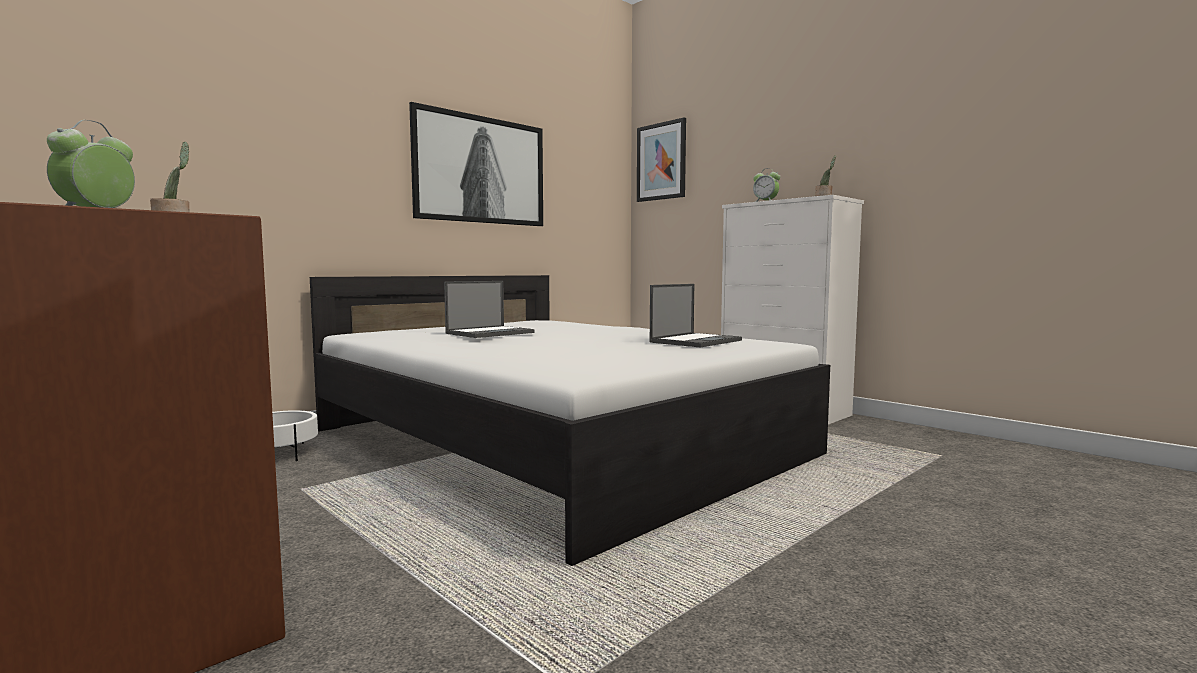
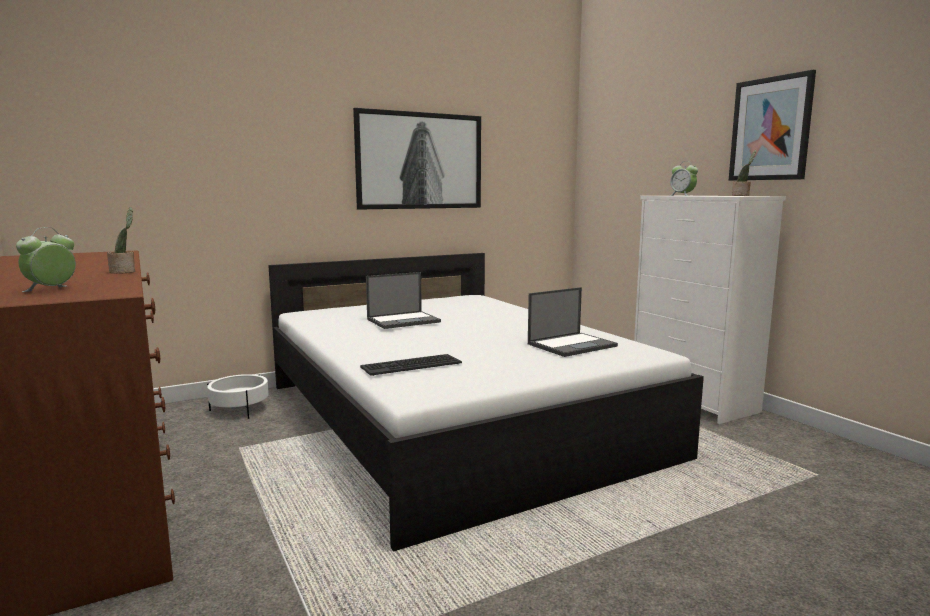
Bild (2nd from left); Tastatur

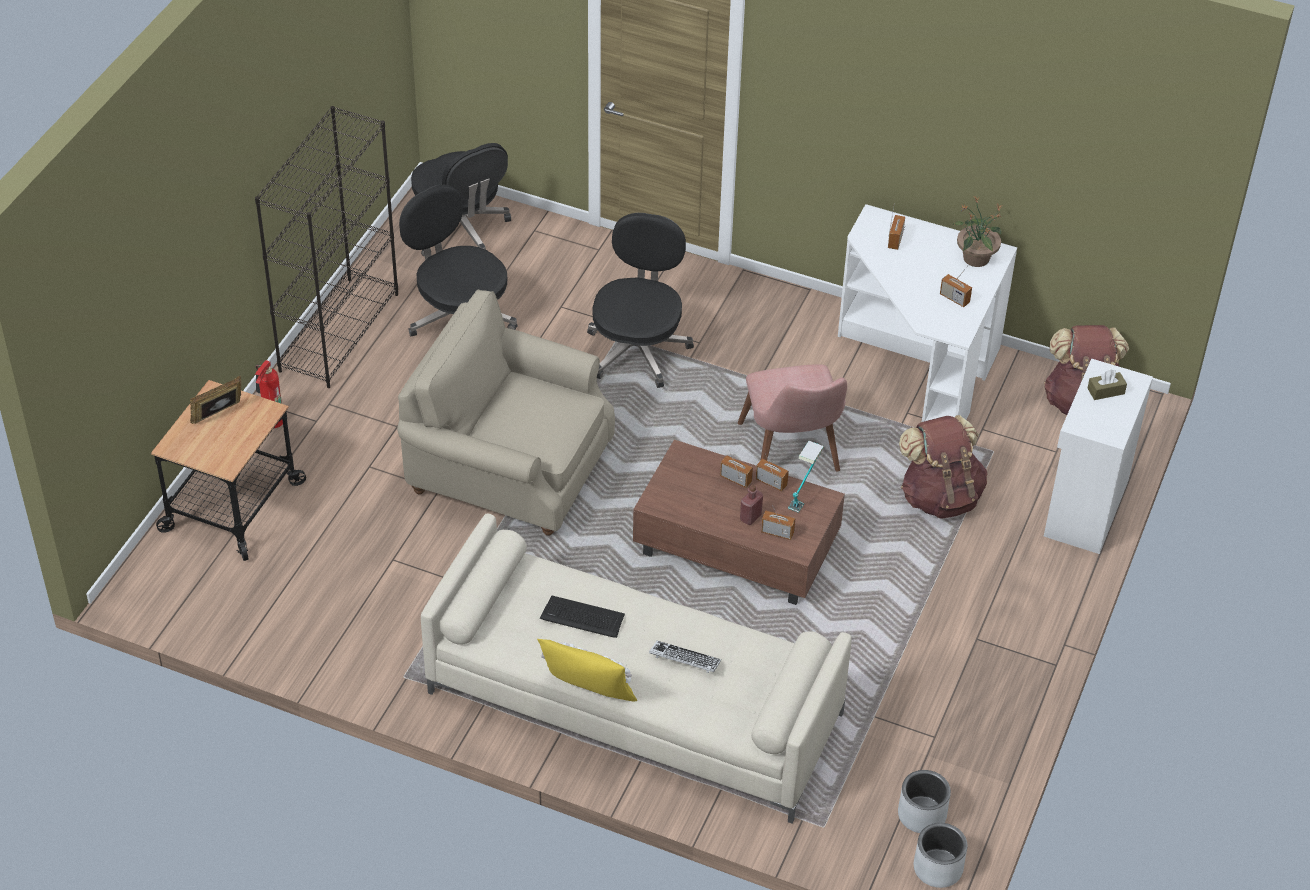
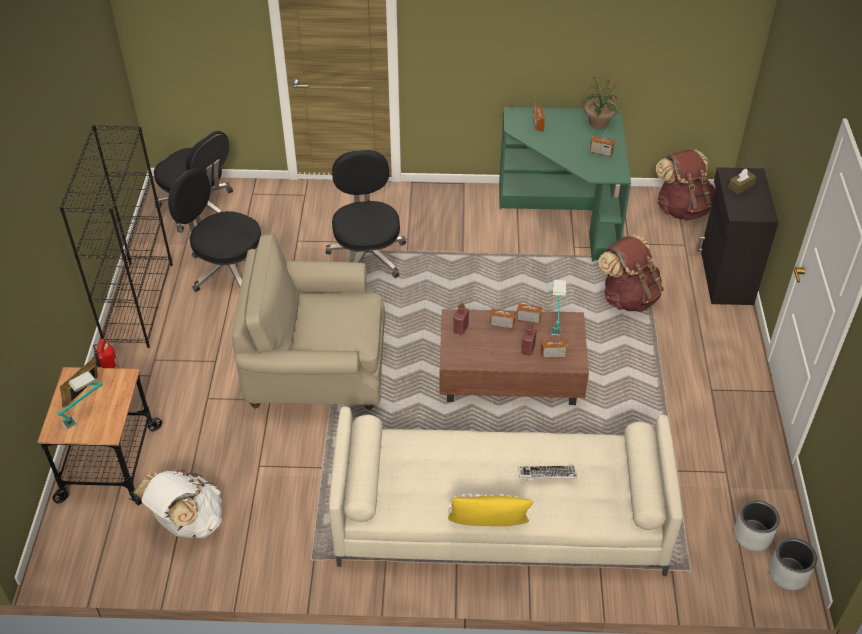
Schreibtisch/grün; Schrank/schwarz; Stuhl/rosa; Tastatur (1st from left in the first image); Flasche/rot (1st from left); Tischlampe (1st from left); Rucksack/weiß

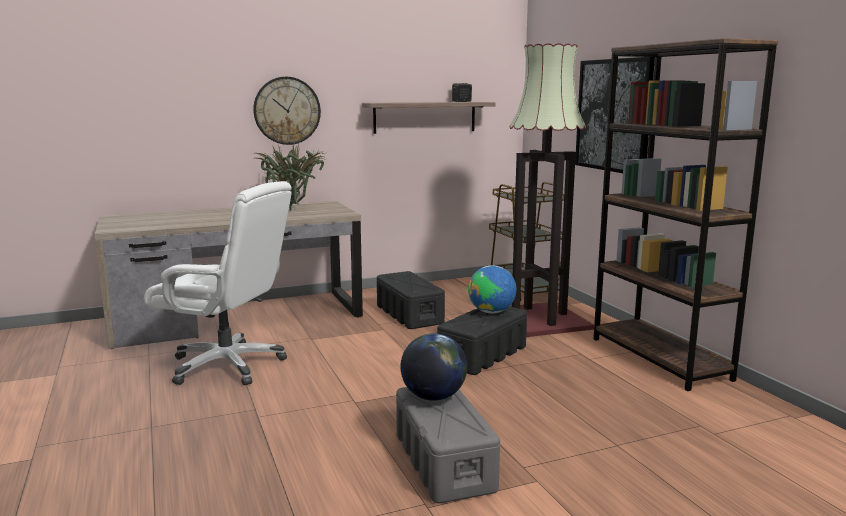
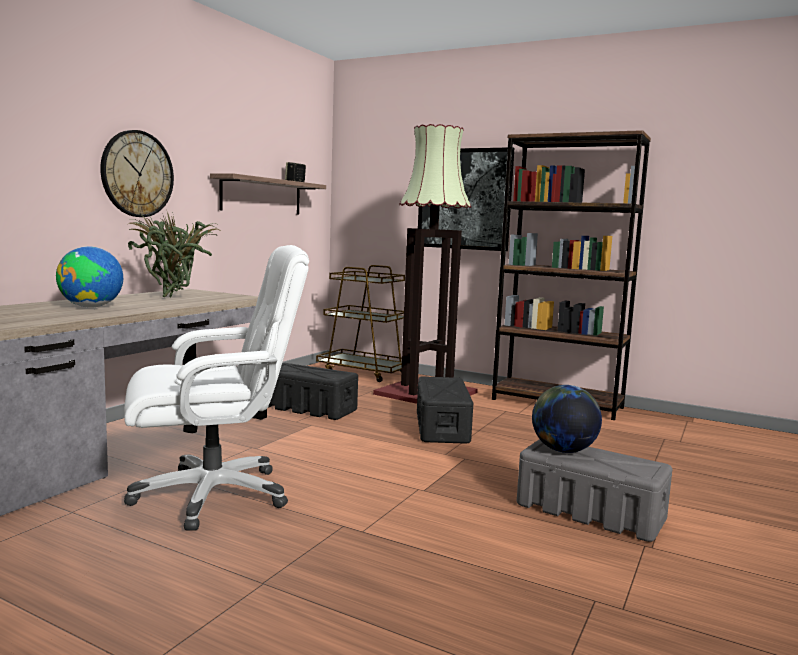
Globus (1st from left)

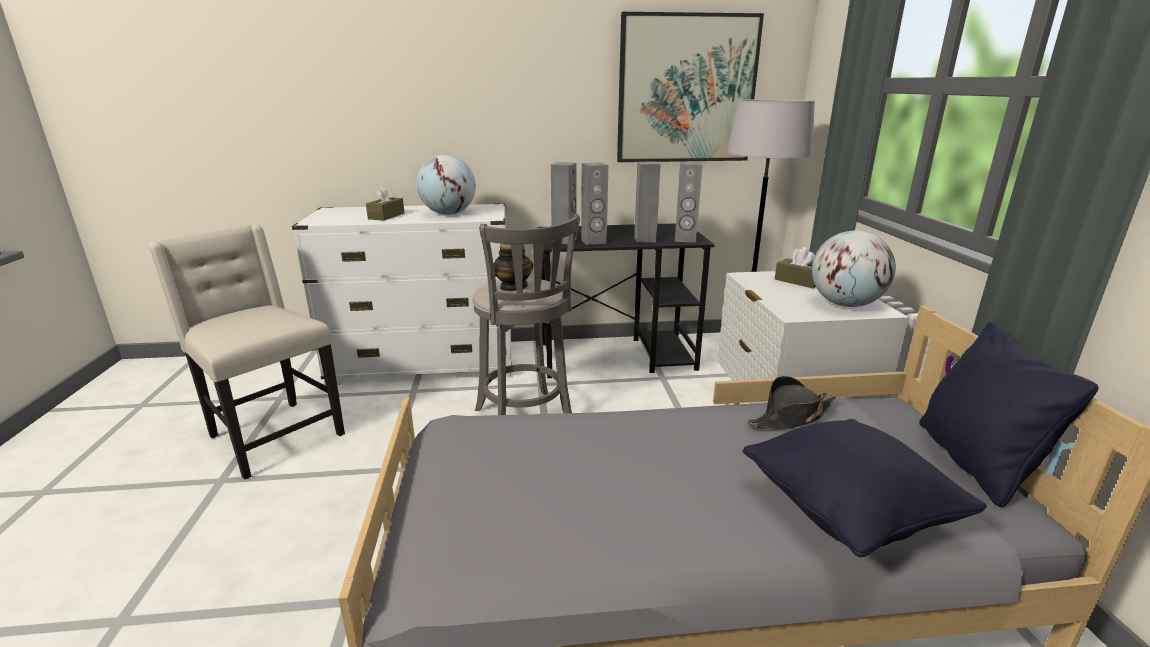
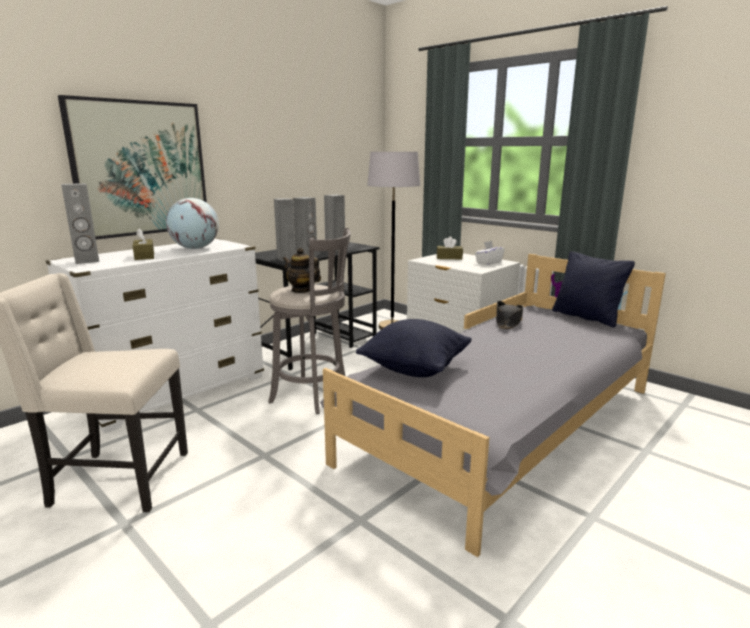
Bild; Lautsprecher/grau (1st from left); Taschentuchbox/weiß; Kissen/schwarz (1st from left)

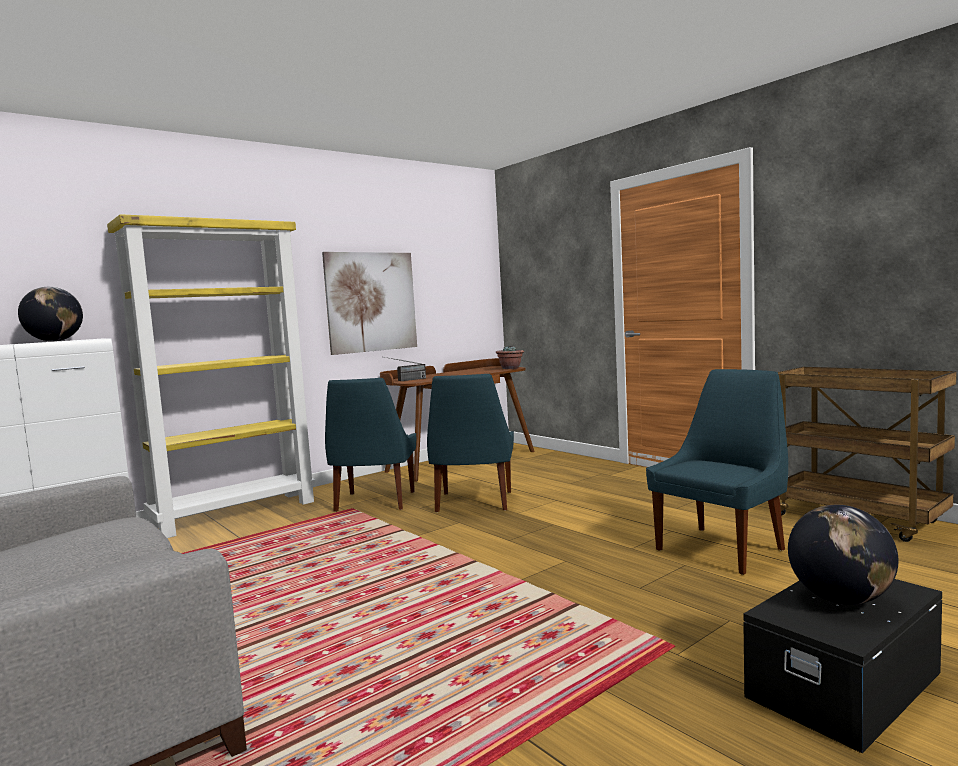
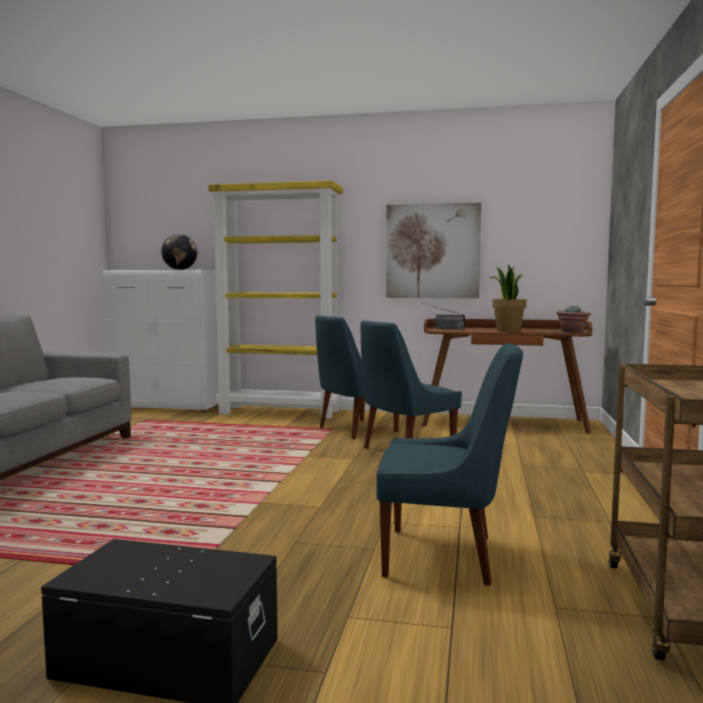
Globus (2nd from left in the first image); Topfpflanze (1st from left)

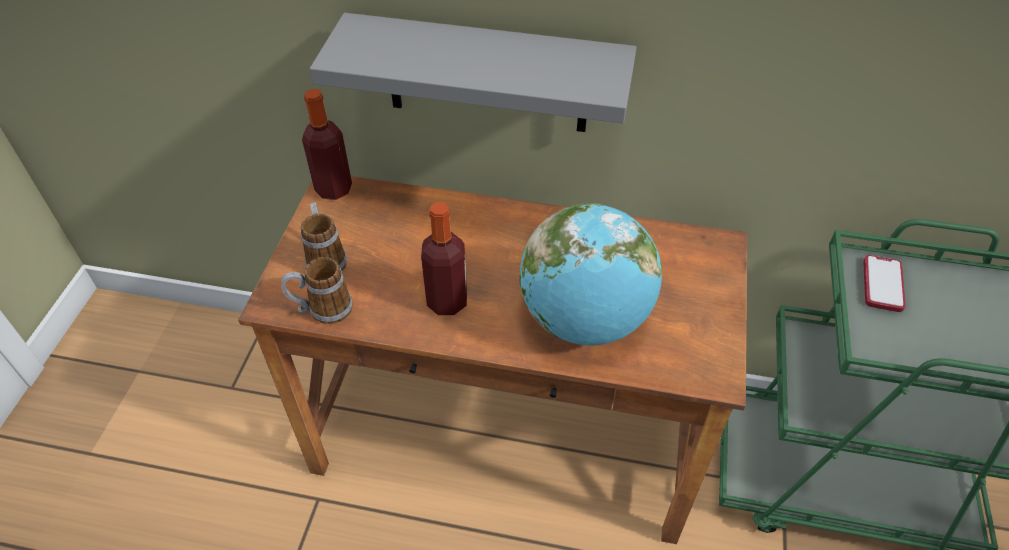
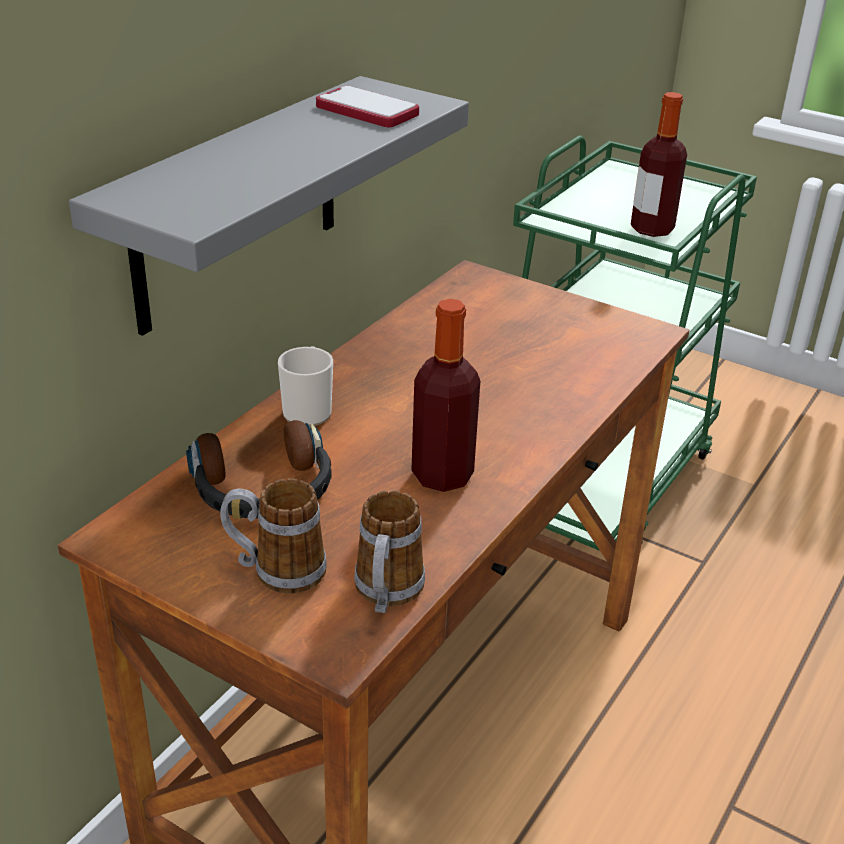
Flasche (2nd from left); Globus; Handy; Henkelbecher (2nd from left); Kopfhörer

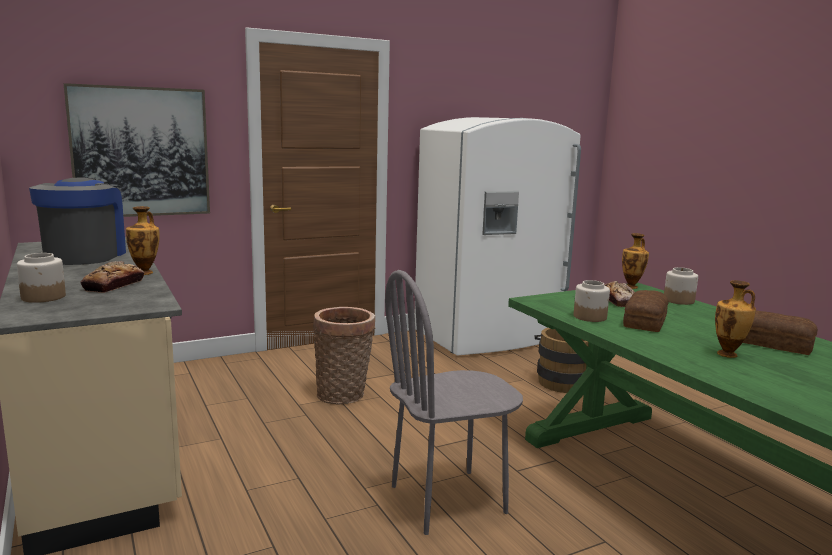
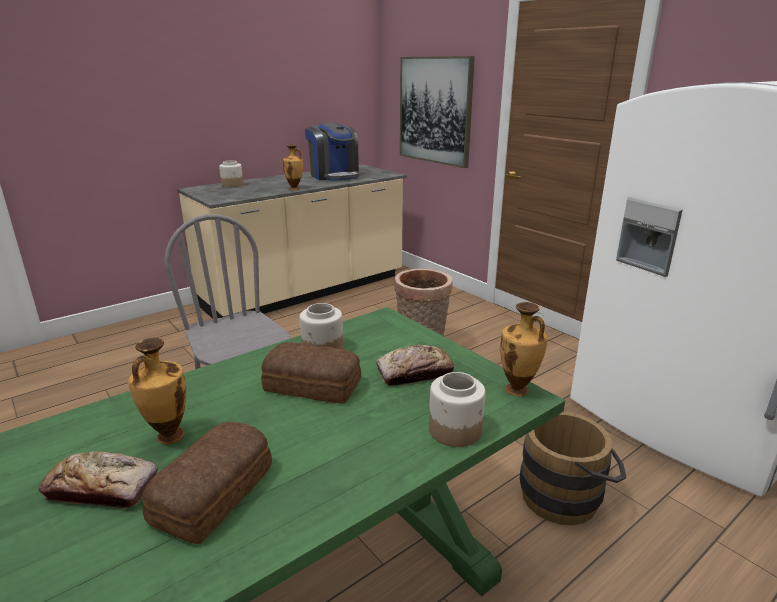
Kaffeemaschine; Brot (1st from left)

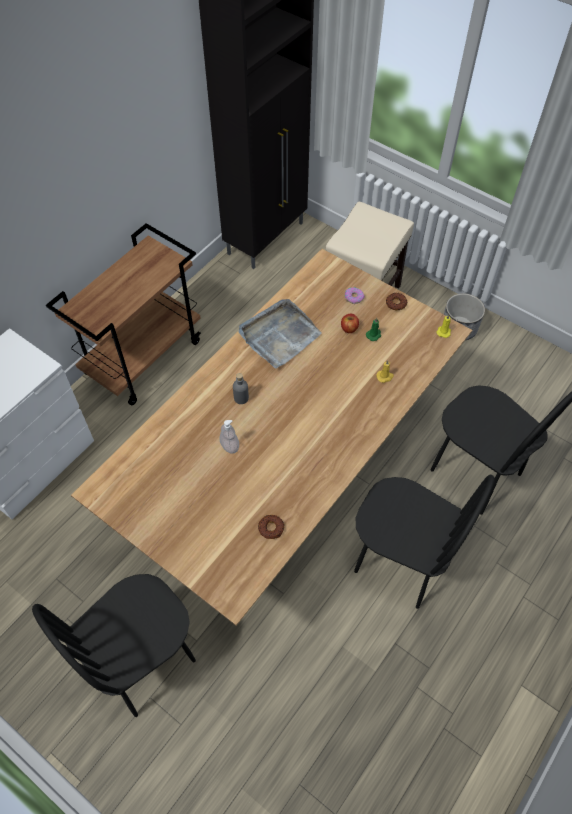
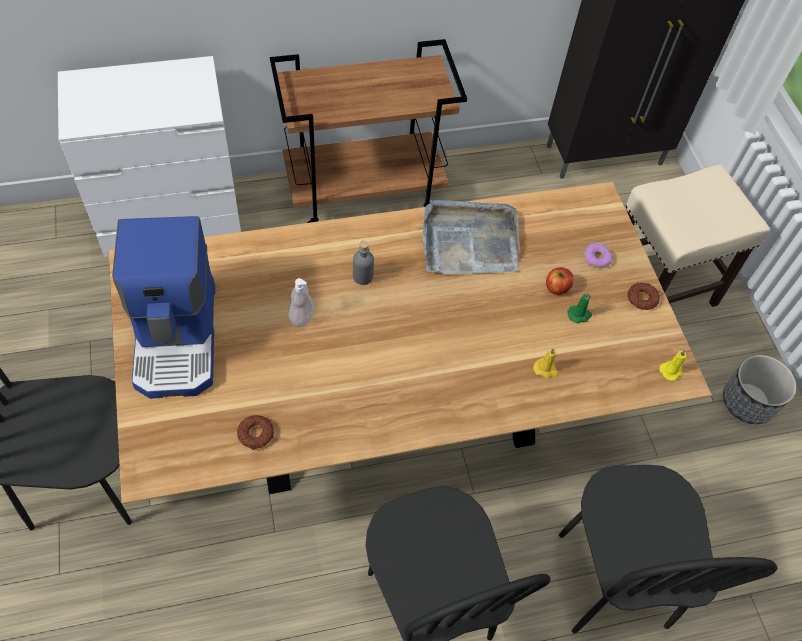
Kaffeemaschine

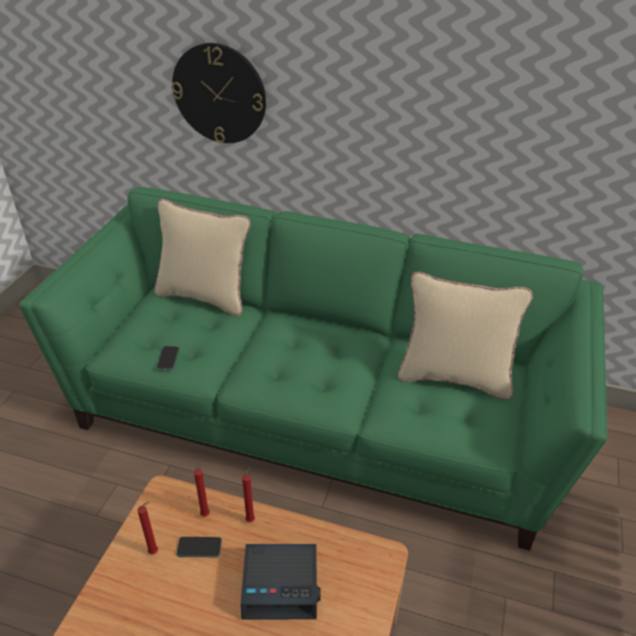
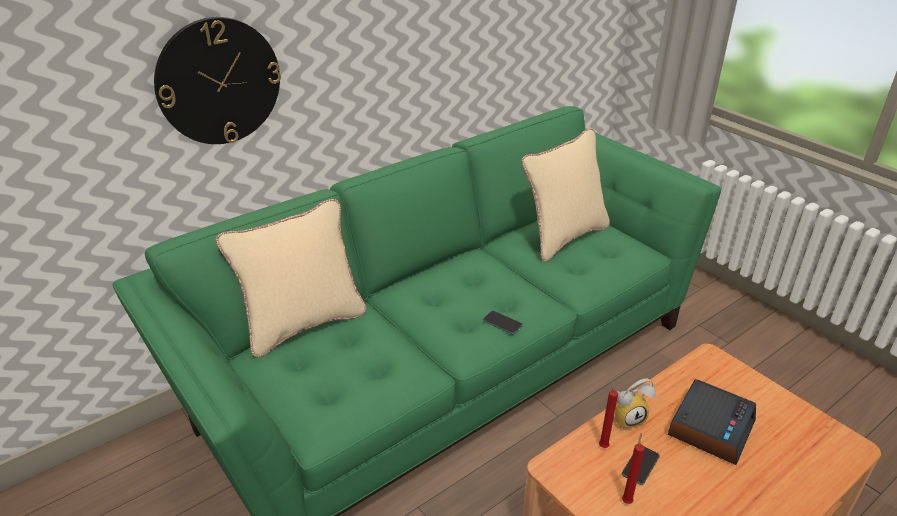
Handy (1st from left); Wecker (1st from left)

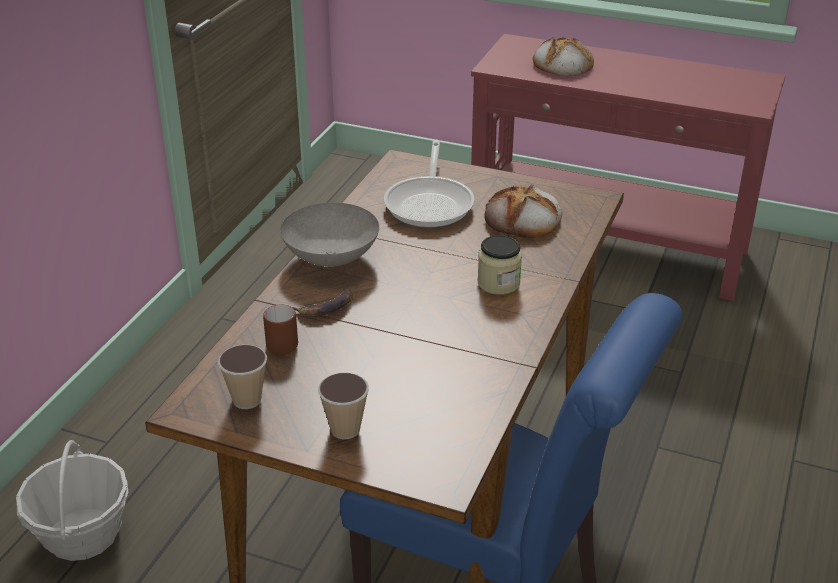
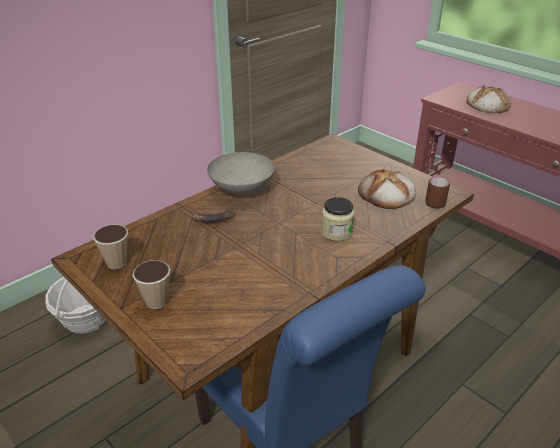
Pfanne; Henkelbecher/braun

